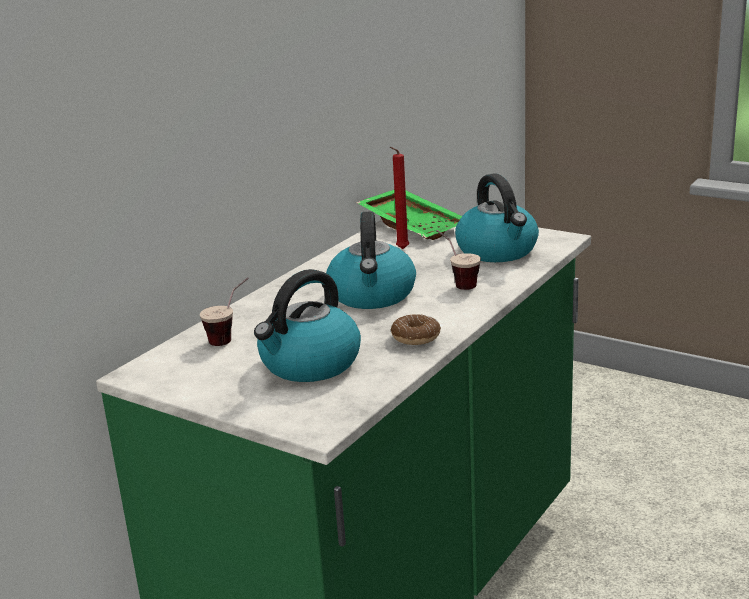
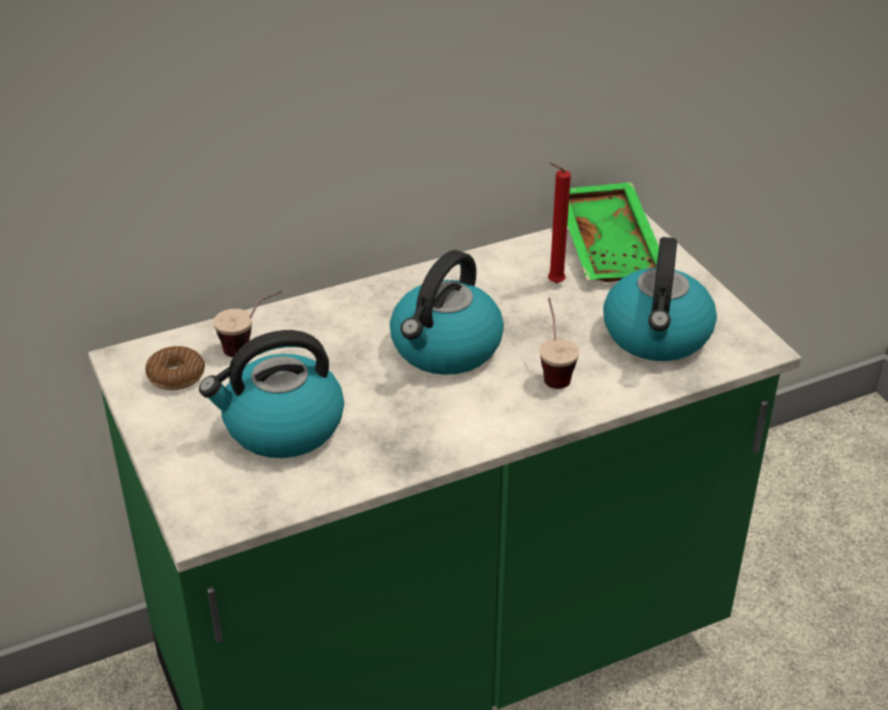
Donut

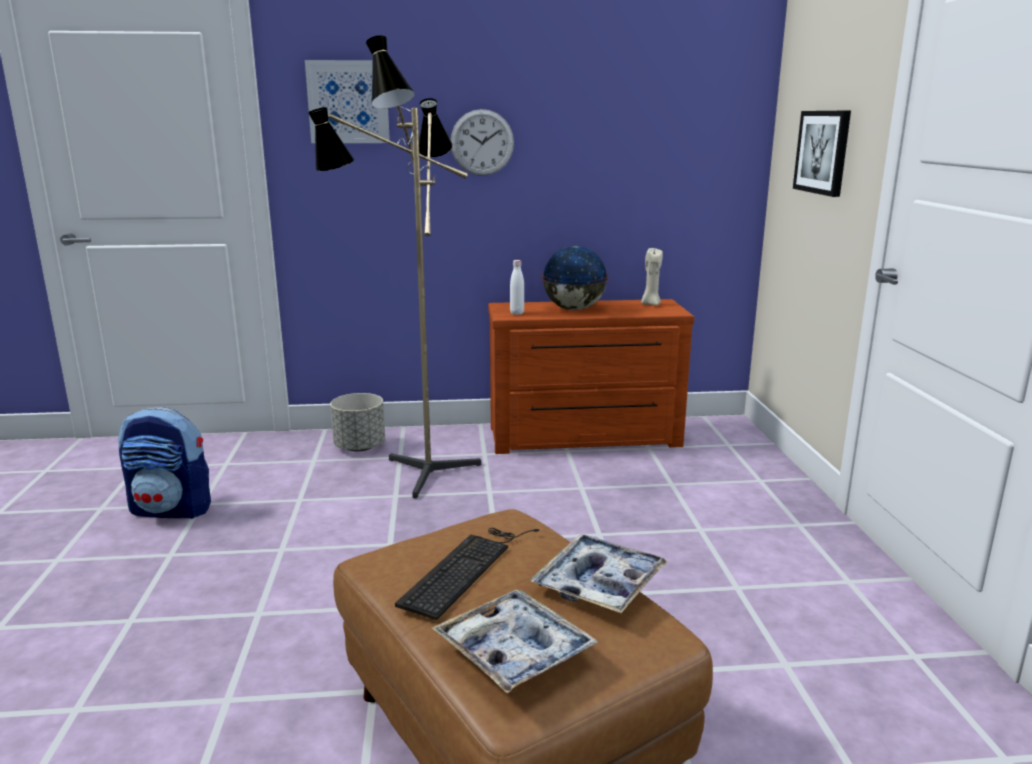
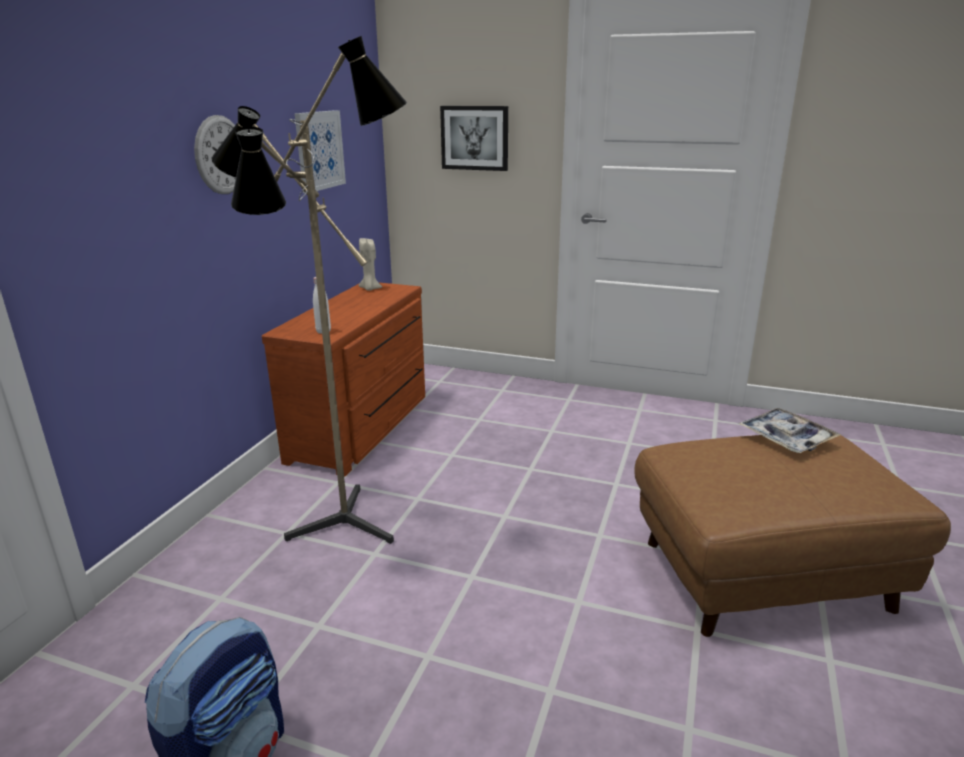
Bild (1st from left); Globus; Pflanzkübel/grau; Tastatur; Tablett (1st from left in the first image)

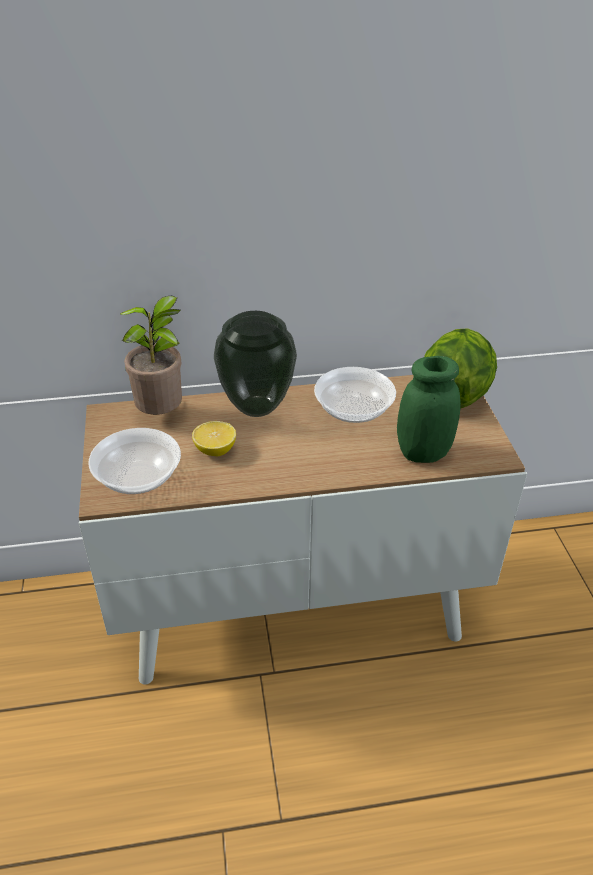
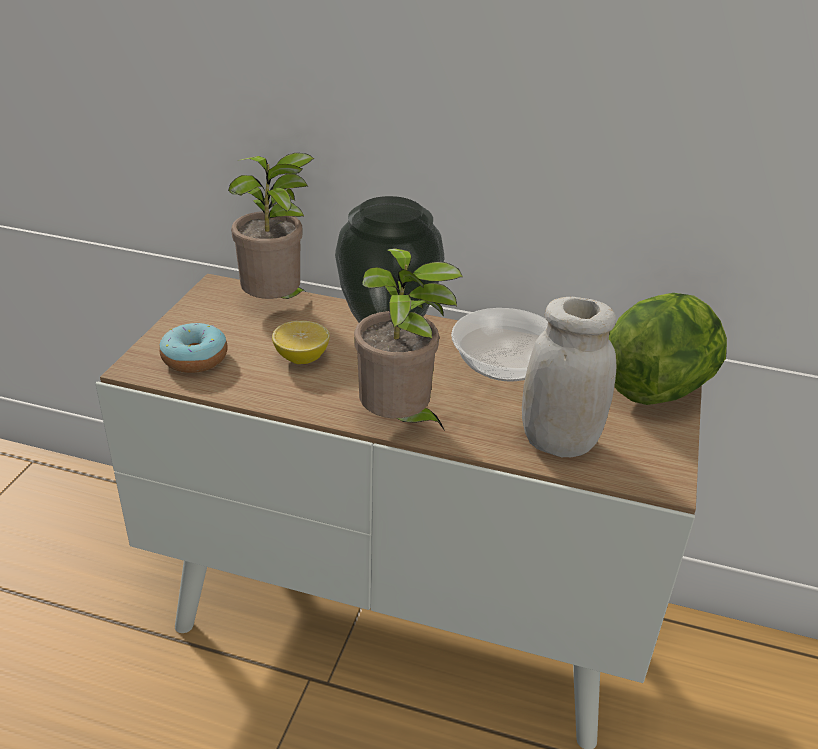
Vorratsglas/weiß; Donut; Topfpflanze (2nd from left)

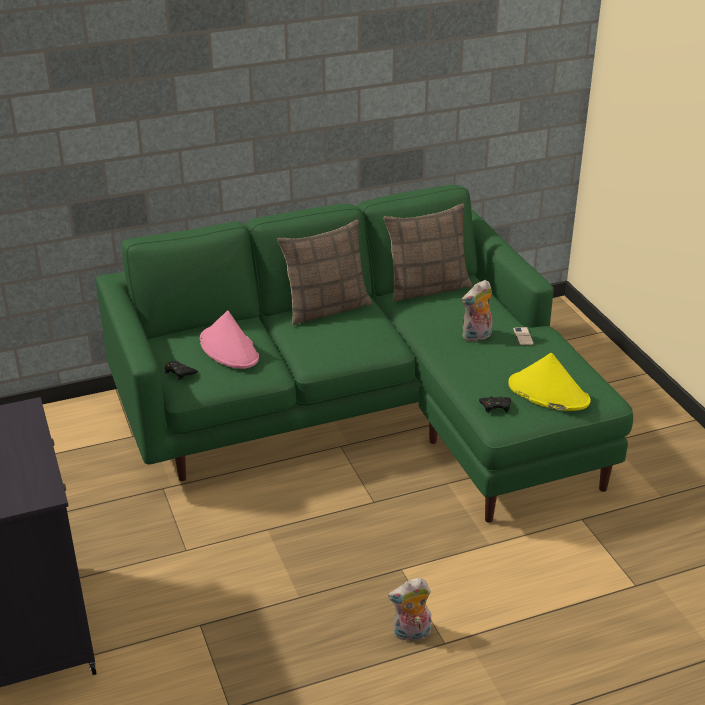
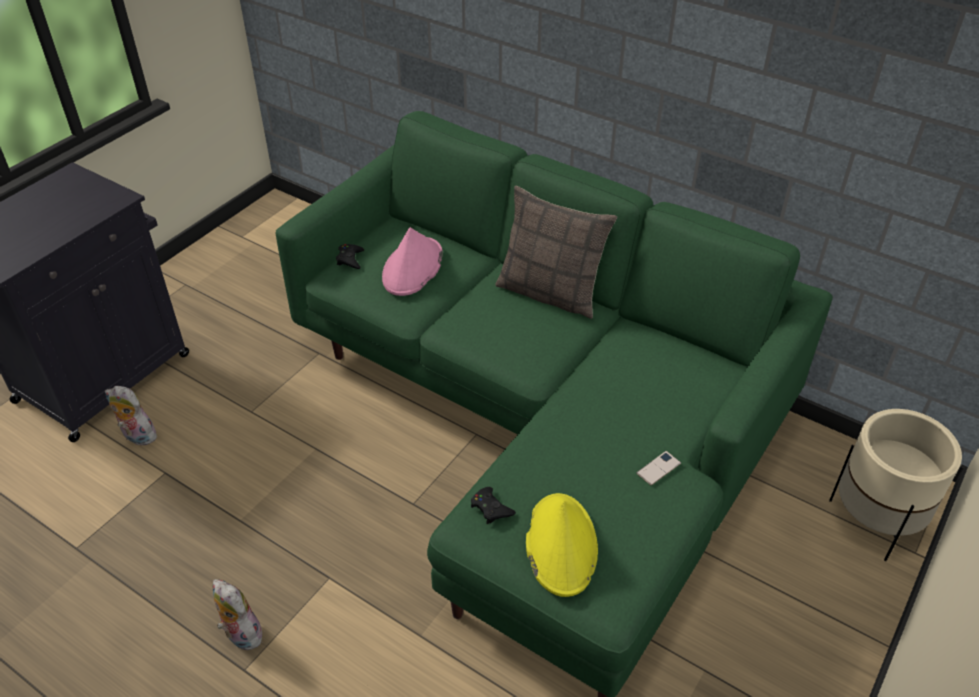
Kissen (2nd from left in the first image); Plüschtier (1st from left); Pflanzkübel/beige

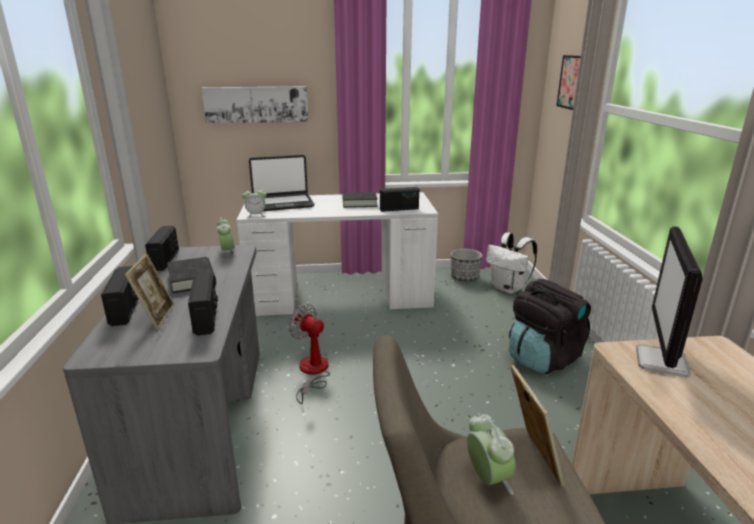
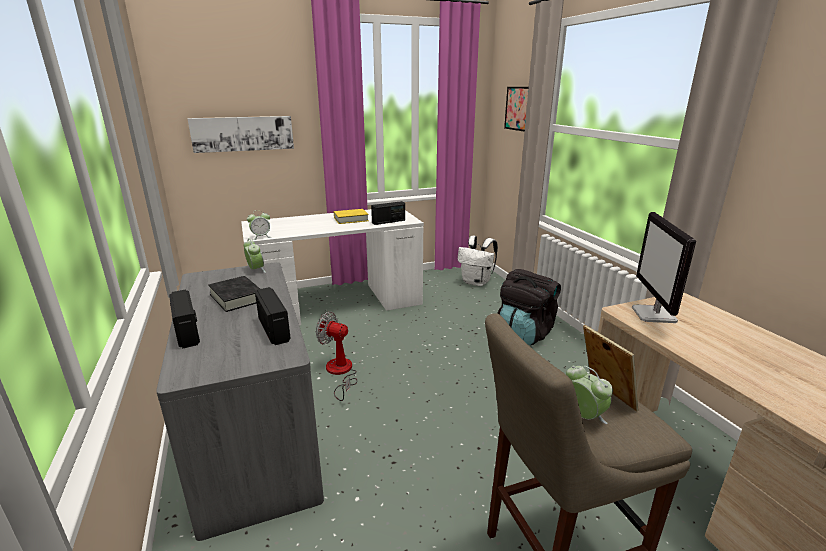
Laptop; Buch/gelb; Radio (2nd from left in the first image); Pflanzkübel; Bilderrahmen (1st from left in the first image)

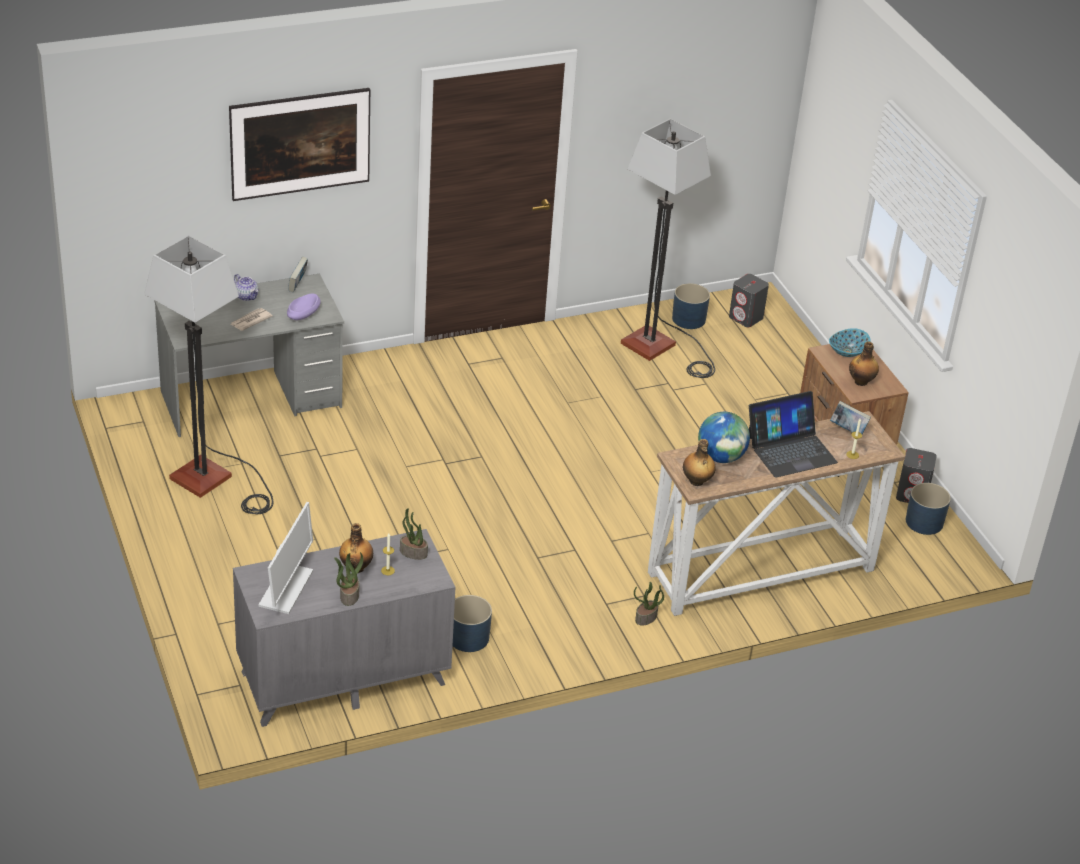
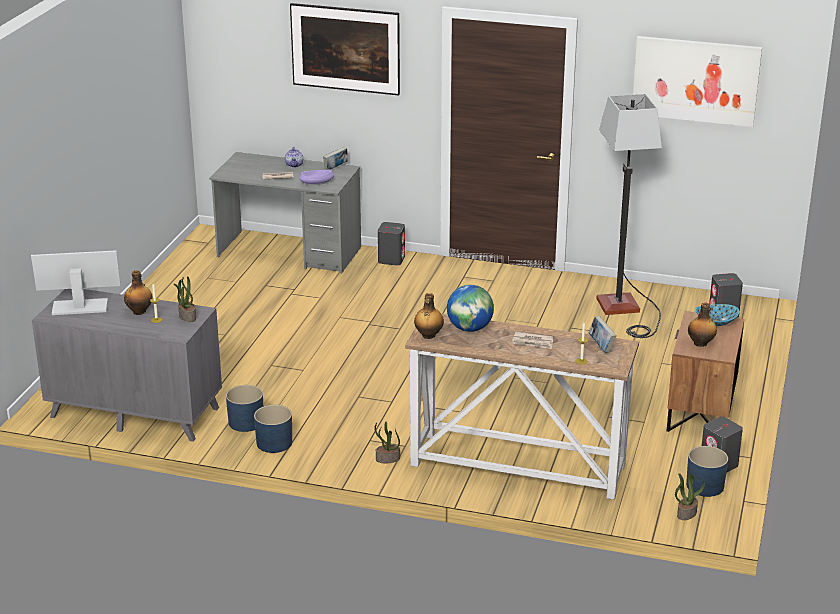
Stehlampe (1st from left in the first image); Pflanzkübel/blau (2nd from left); Zeitung (2nd from left); Monitor; Topfpflanze (3rd from left); Bild (2nd from left); Lautsprecher/grau (1st from left)

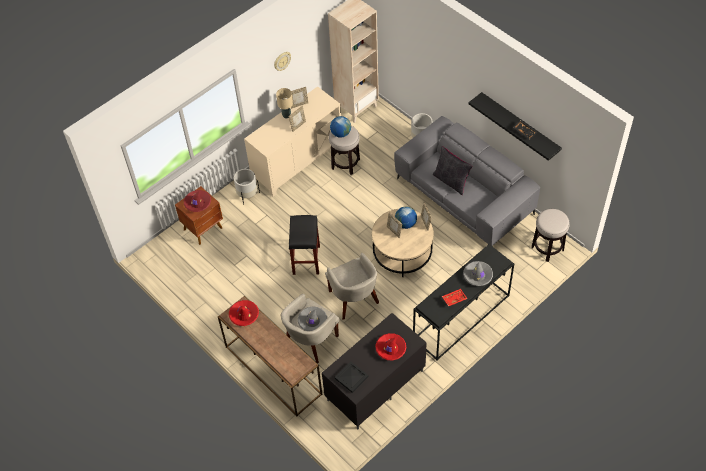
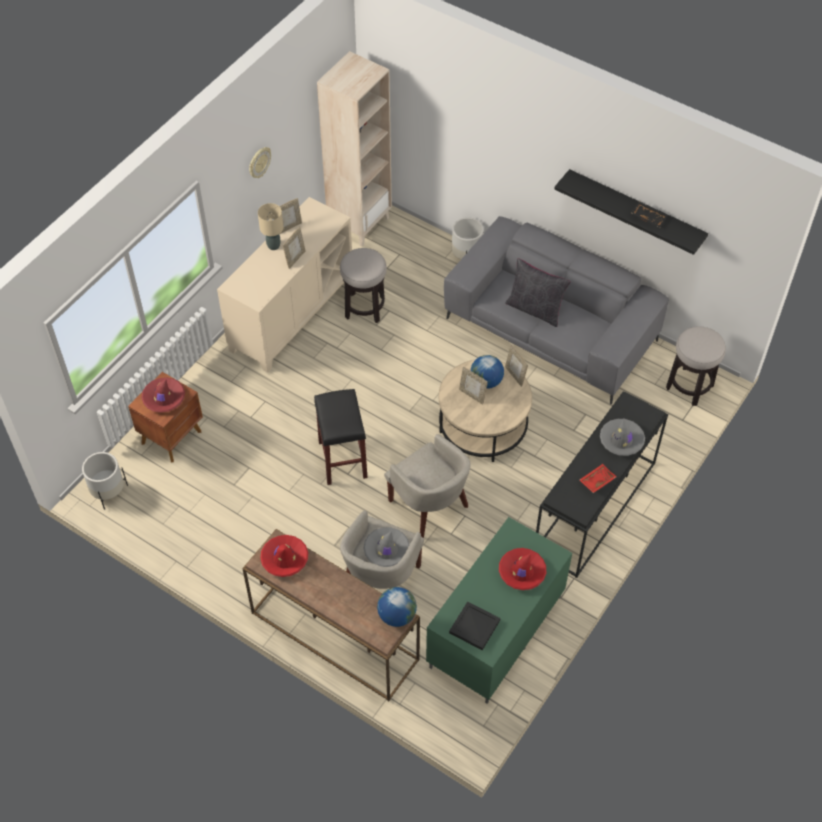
Globus (1st from left); Pflanzkübel/weiß (1st from left); Fernsehschrank/grün

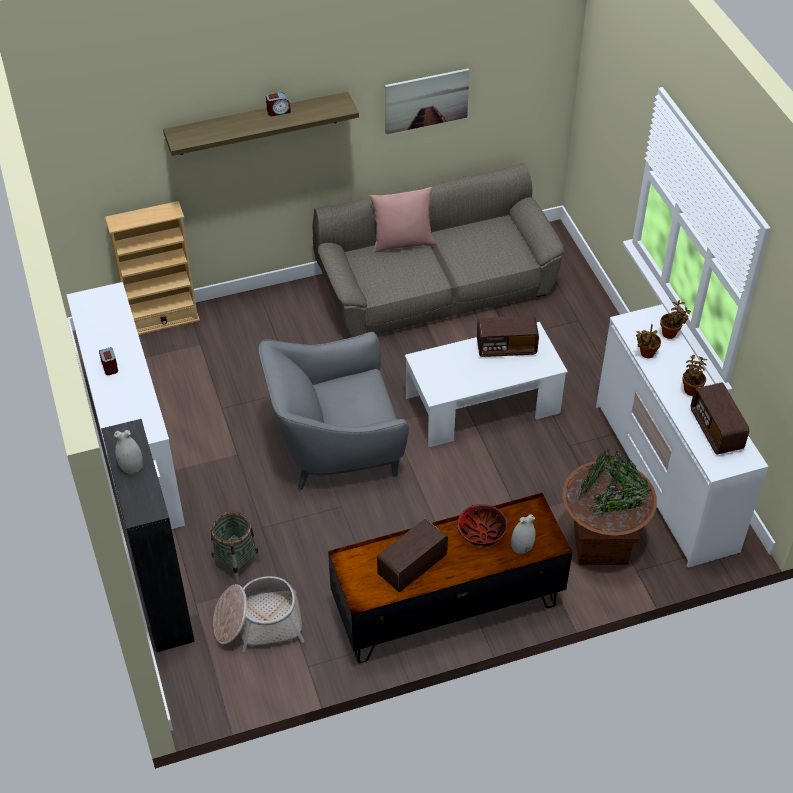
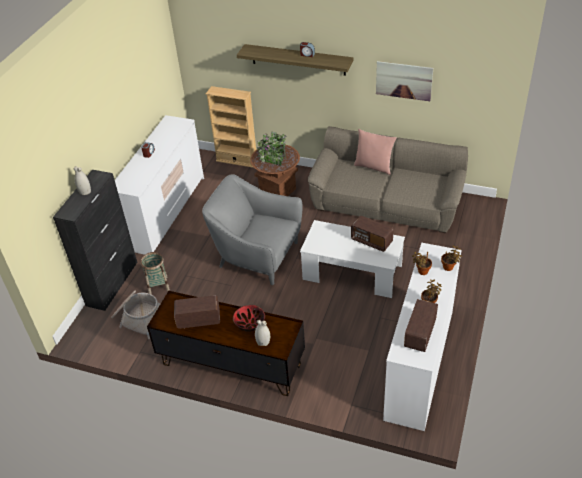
Pflanzkübel/braun

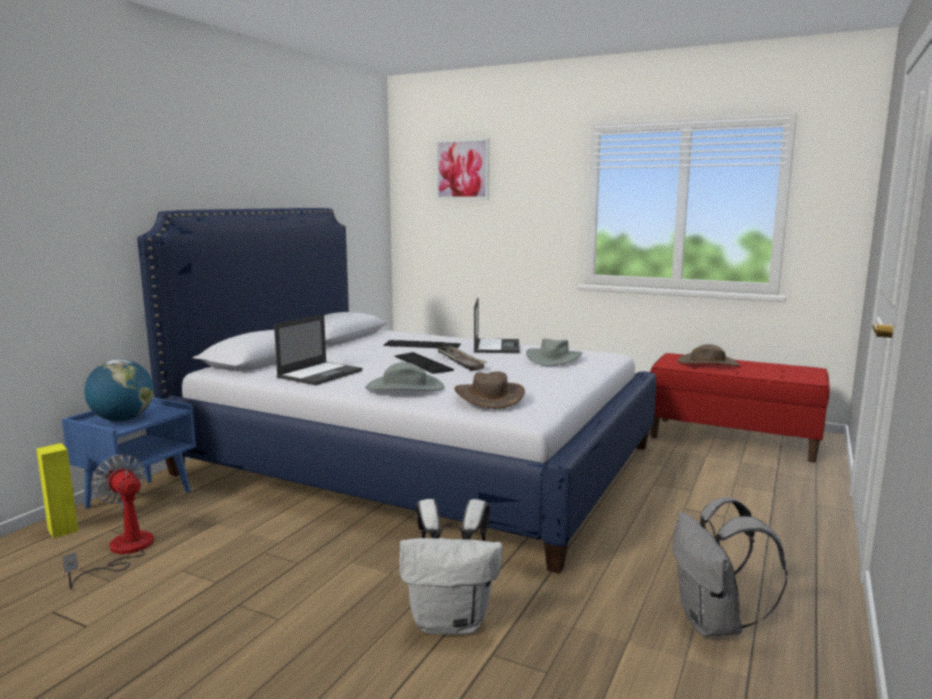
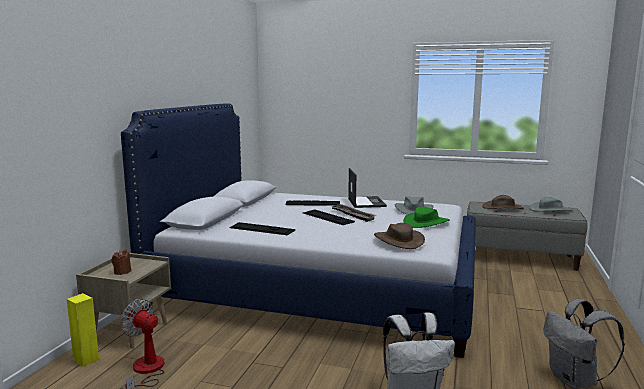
Bild; Tastatur (1st from left); Bank/grau; Kerze/braun; Hut/grau (2nd from left); Nachttisch/beige; Hut/grün

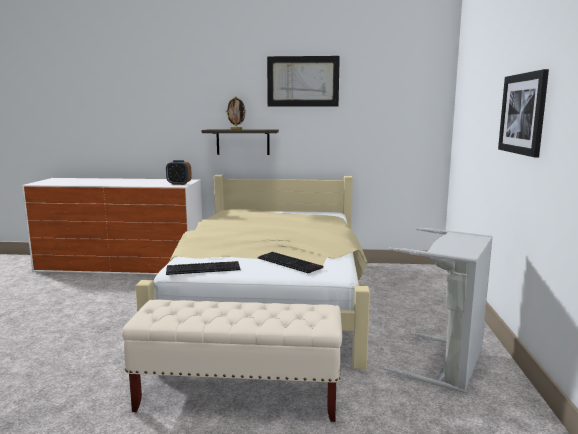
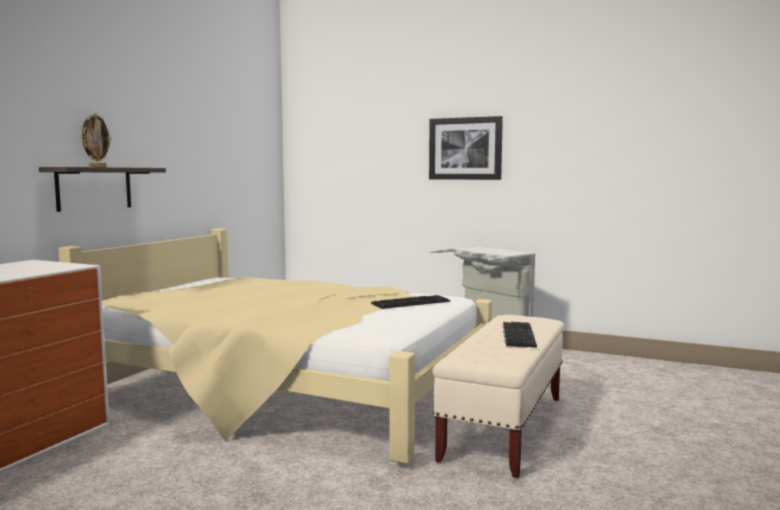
Bild (1st from left in the first image); Wecker; Tastatur (2nd from left)

